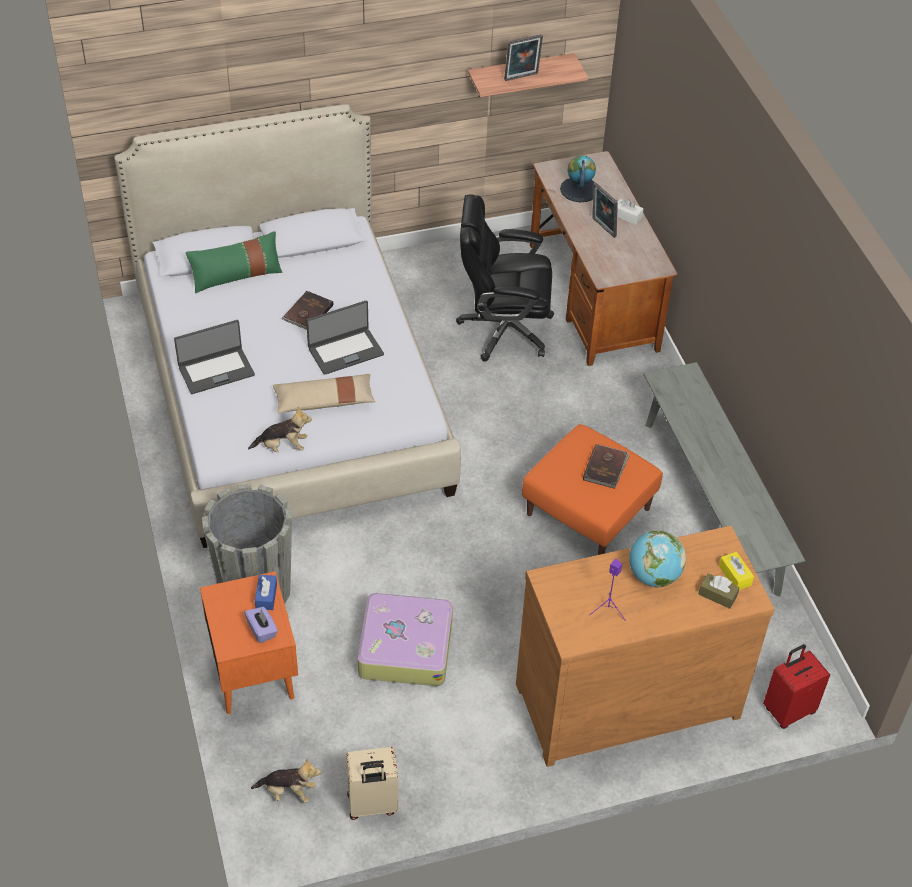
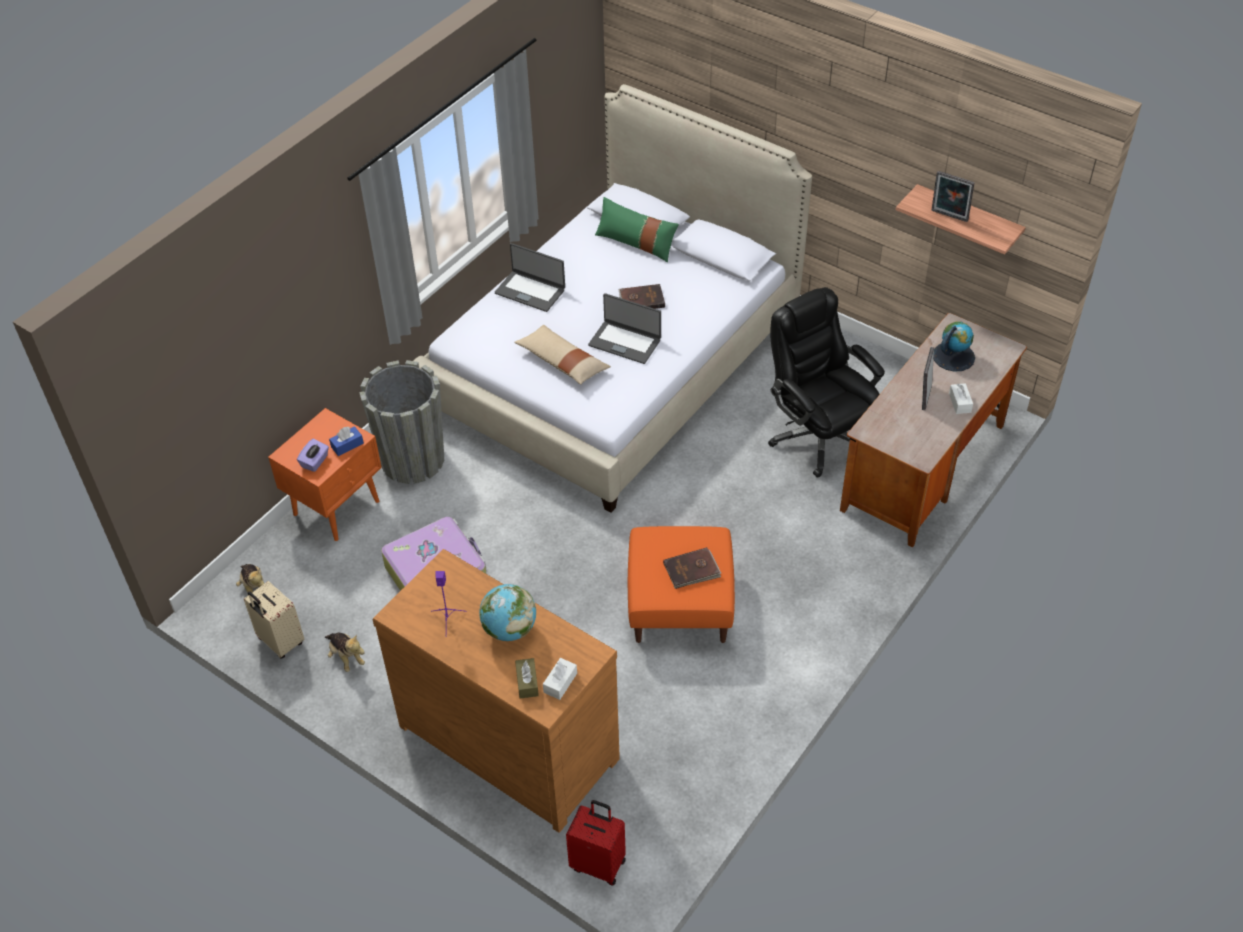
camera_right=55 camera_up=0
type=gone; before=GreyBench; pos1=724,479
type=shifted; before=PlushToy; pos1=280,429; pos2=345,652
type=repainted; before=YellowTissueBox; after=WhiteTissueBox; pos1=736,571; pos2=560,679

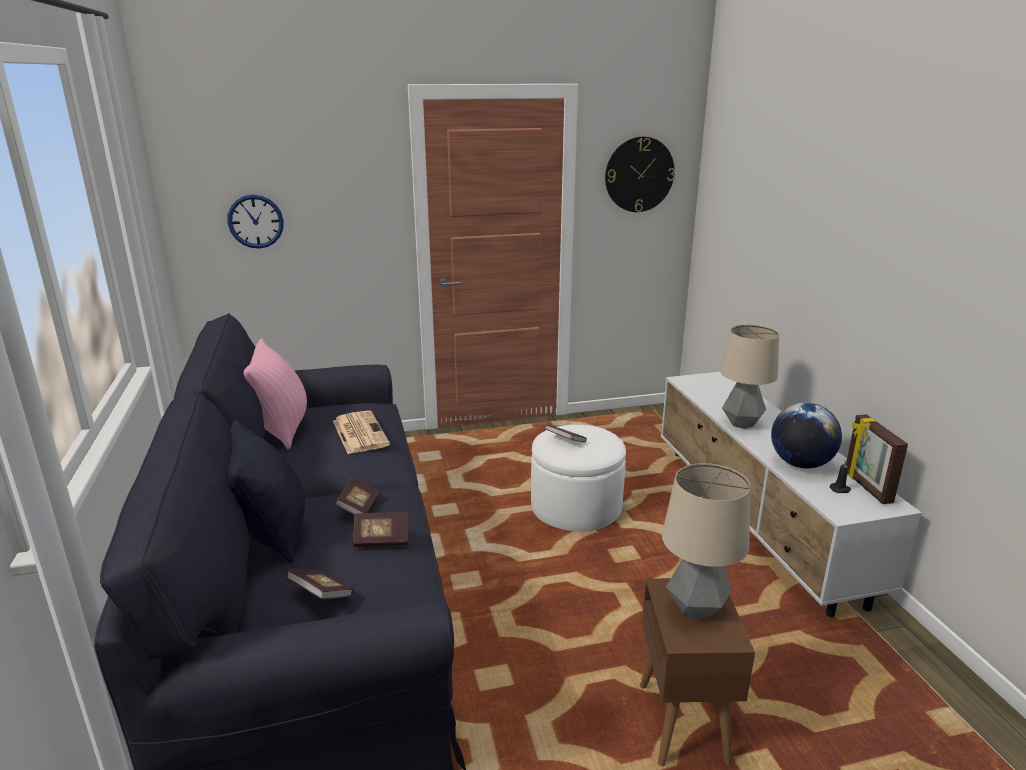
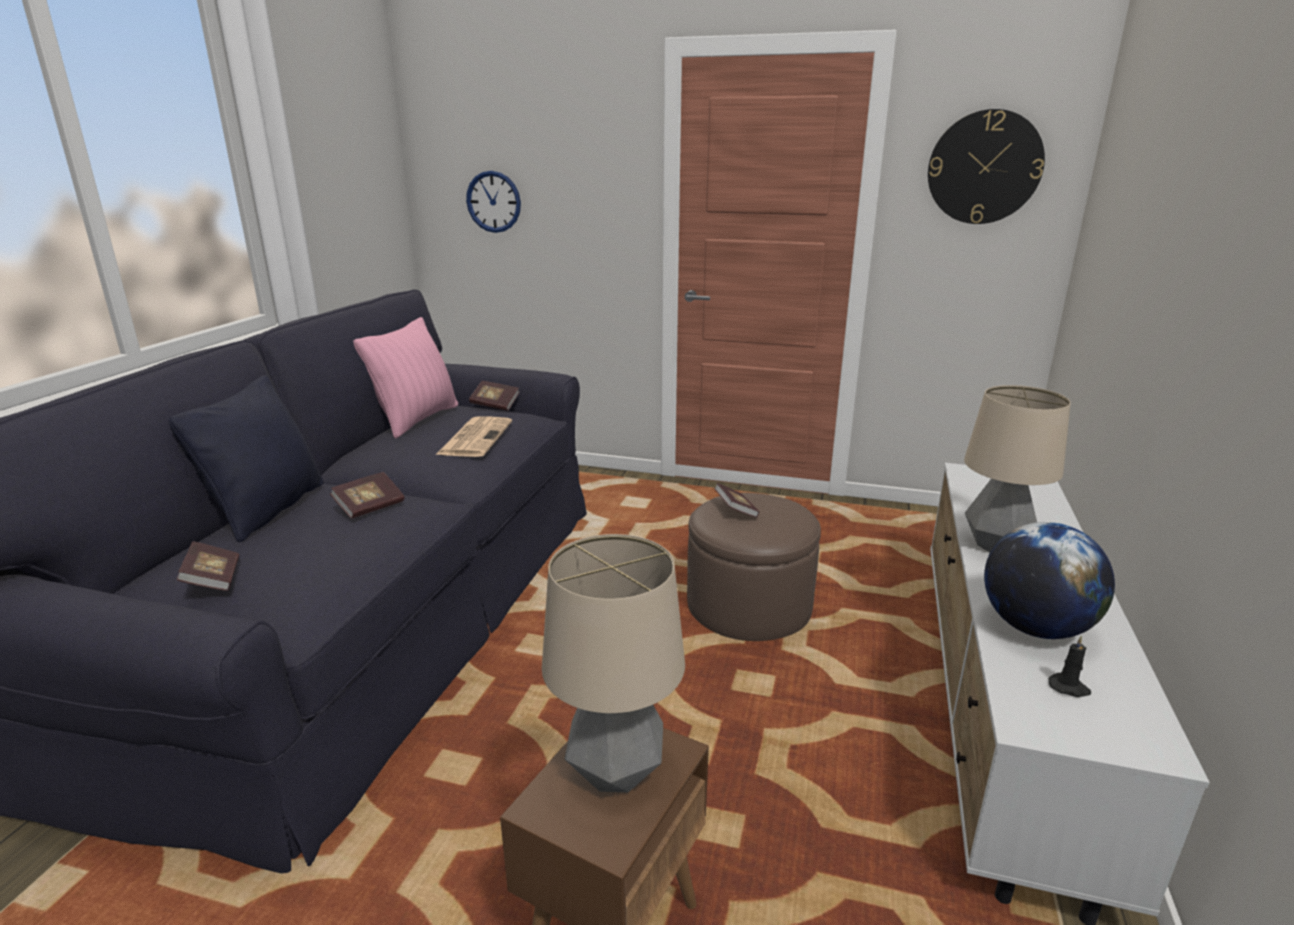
camera_right=30 camera_up=0
type=gone; before=PictureFrame; pos1=877,459
type=repainted; before=WhiteOttoman; after=BrownOttoman; pos1=578,478; pos2=754,567
type=shifted; before=Book; pos1=380,529; pos2=494,396

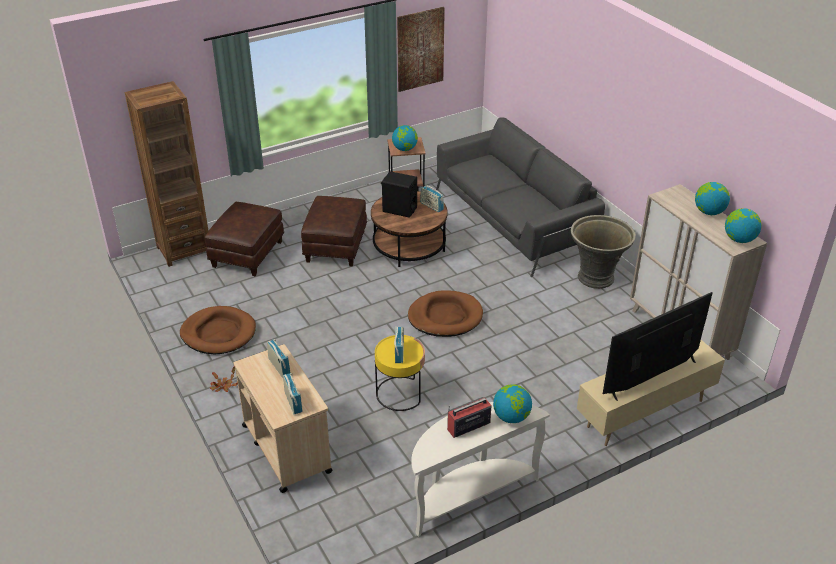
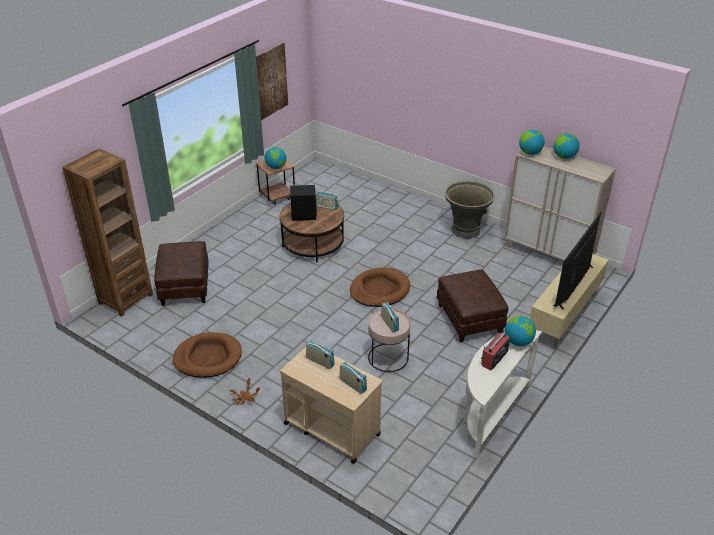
camera_right=-25 camera_up=0
type=gone; before=GreySofa; pos1=520,197
type=shifted; before=BrownOttoman; pos1=334,231; pos2=472,305
type=shifted; before=Globe; pos1=743,225; pos2=532,142
type=repainted; before=YellowSideTable; after=PinkSideTable; pos1=400,373; pos2=389,340

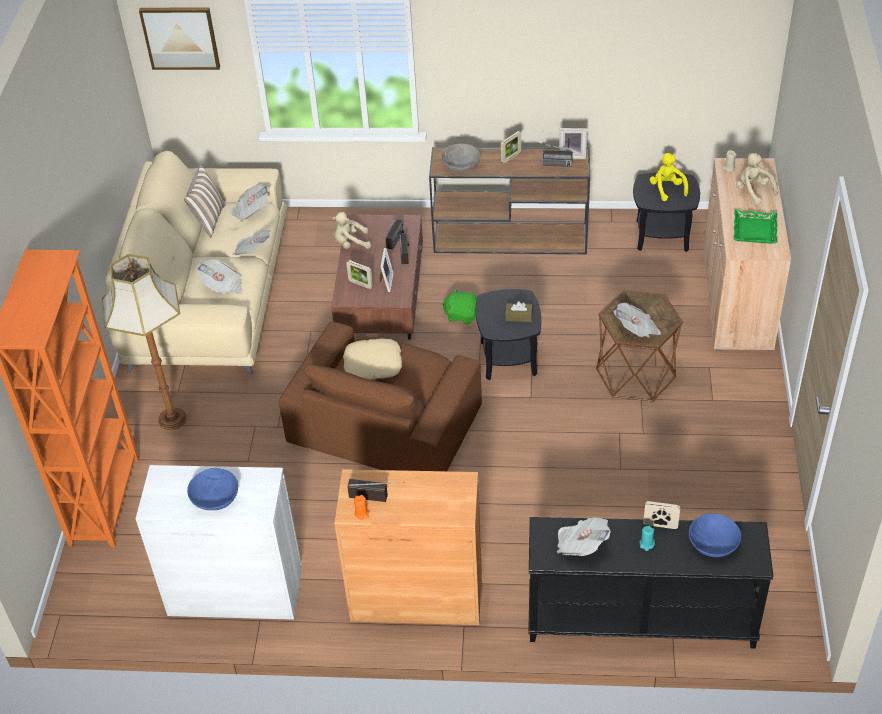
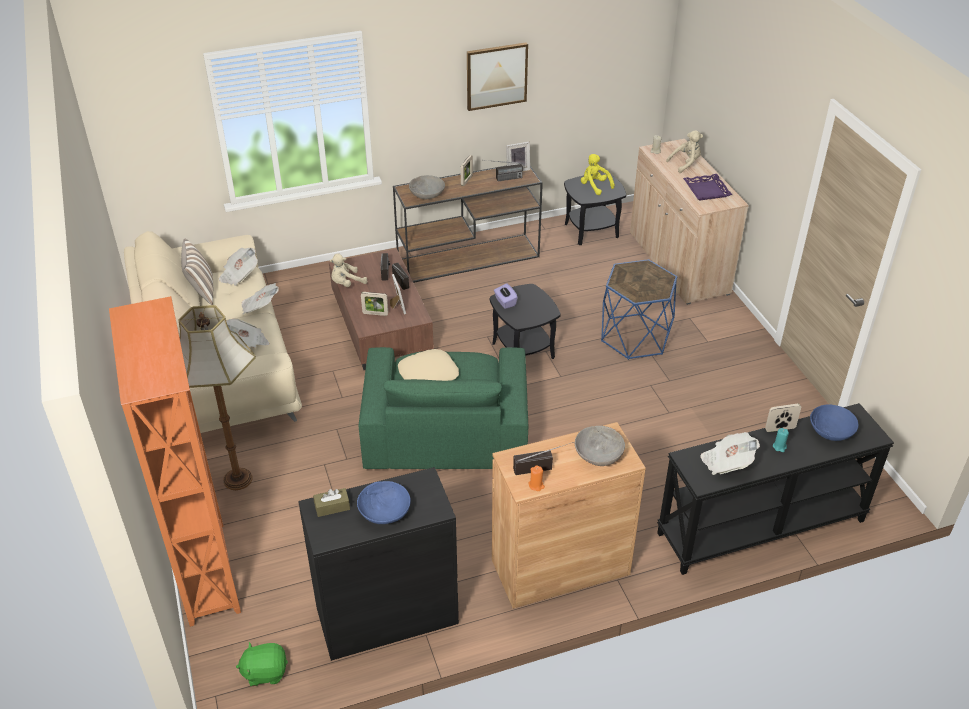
camera_right=-25 camera_up=-5
type=shifted; before=Picture; pos1=179,38; pos2=497,76
type=rotated; before=BeigePlushToy; pos1=757,179; pos2=684,151; turn=120
type=repainted; before=GreenTray; after=PurpleTray; pos1=755,227; pos2=707,187
type=shifted; before=GreenPlushToy; pos1=459,306; pos2=262,664
type=repainted; before=BrownSideTable; after=BlueSideTable; pos1=639,346; pos2=639,309
type=shifted; before=BrownTissueBox; pos1=519,311; pos2=331,502
type=gone; before=Newspaper; pos1=637,320
type=repainted; before=BrownArmchair; after=GreenArmchair; pos1=380,396; pos2=443,408
type=repainted; before=WhiteCabinet; after=BlackCabinet; pos1=219,542; pos2=378,564
type=new; after=PurpleTissueBox; pos2=506,296
type=new; after=GreyBowl; pos2=600,446

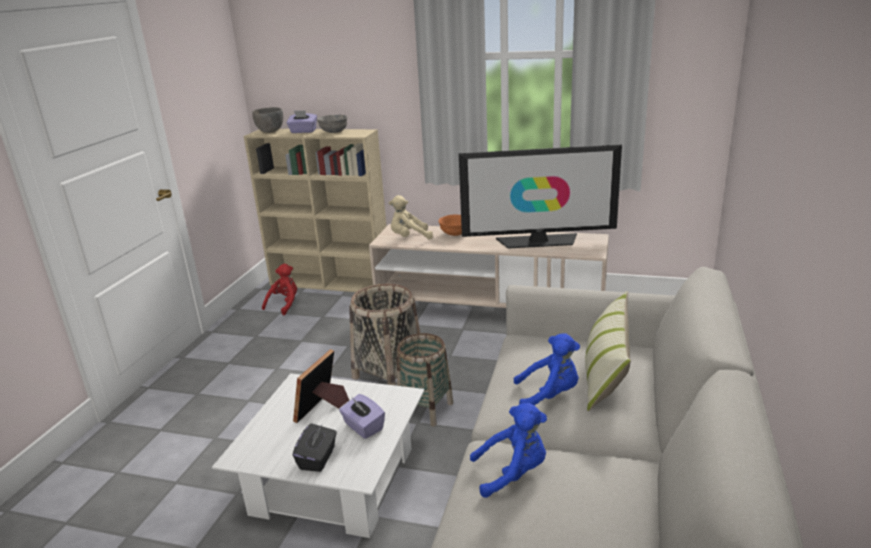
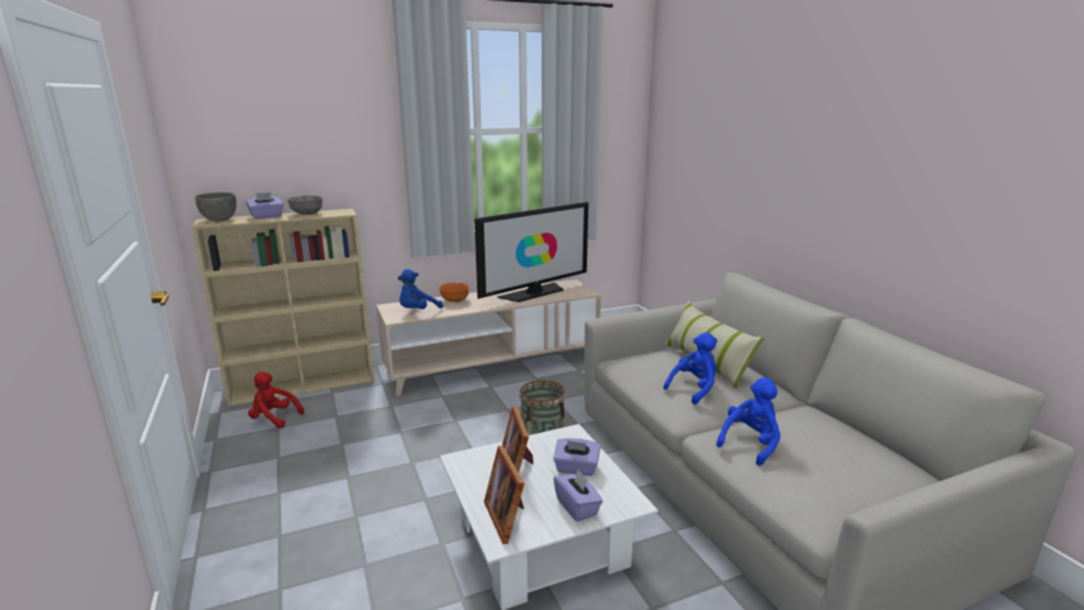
camera_right=-40 camera_up=-5
type=repainted; before=BeigePlushToy; after=BluePlushToy; pos1=411,217; pos2=420,289
type=rotated; before=RedPlushToy; pos1=279,289; pos2=276,400; turn=-60
type=gone; before=Basket; pos1=384,335
type=repainted; before=BlackTissueBox; after=PurpleTissueBox; pos1=315,447; pos2=578,495
type=new; after=PictureFrame; pos2=504,495

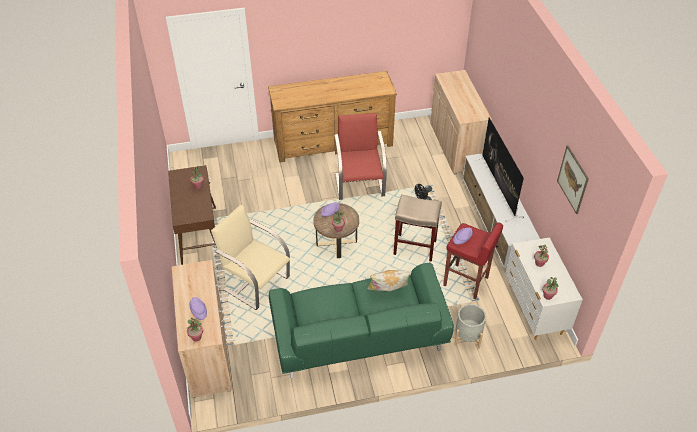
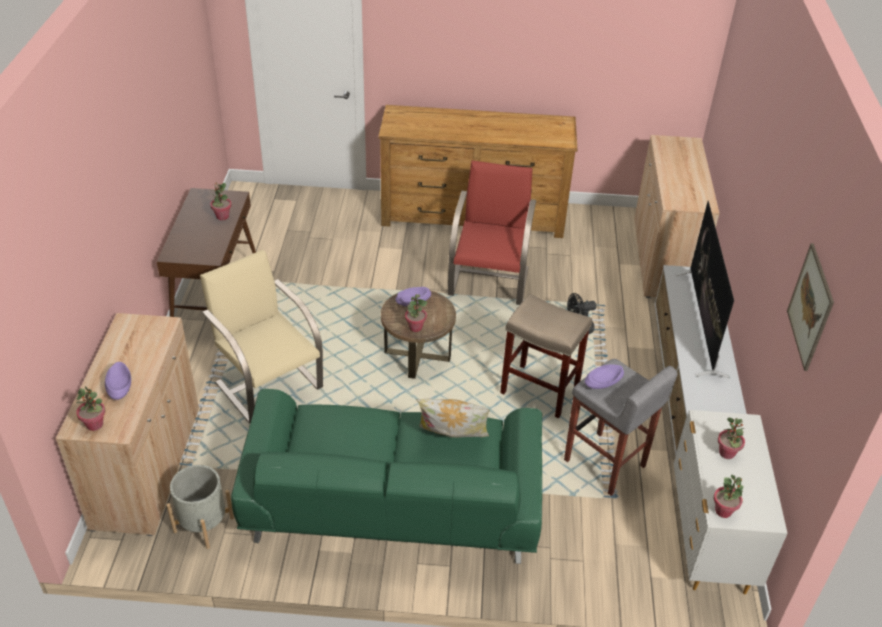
camera_right=15 camera_up=-5
type=repainted; before=RedStool; after=GreyStool; pos1=473,260; pos2=620,427
type=shifted; before=GreyPlanter; pos1=470,326; pos2=200,507

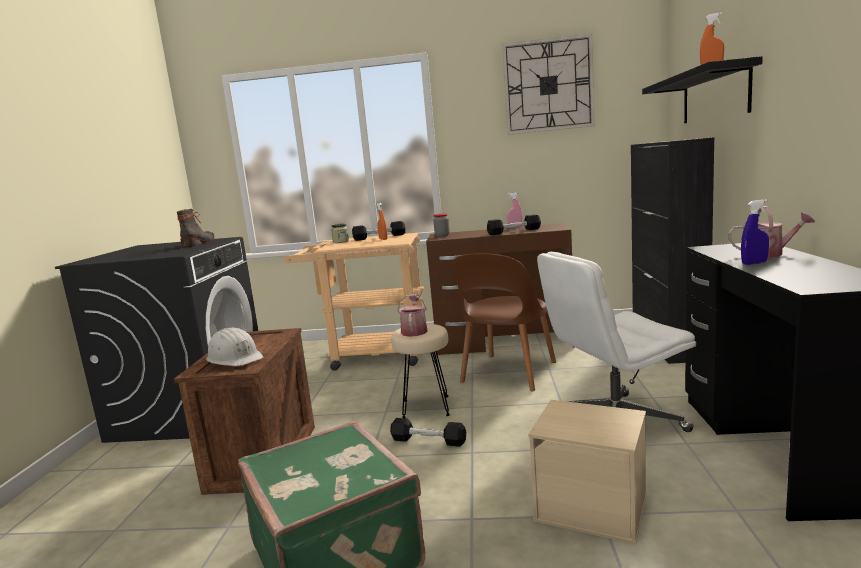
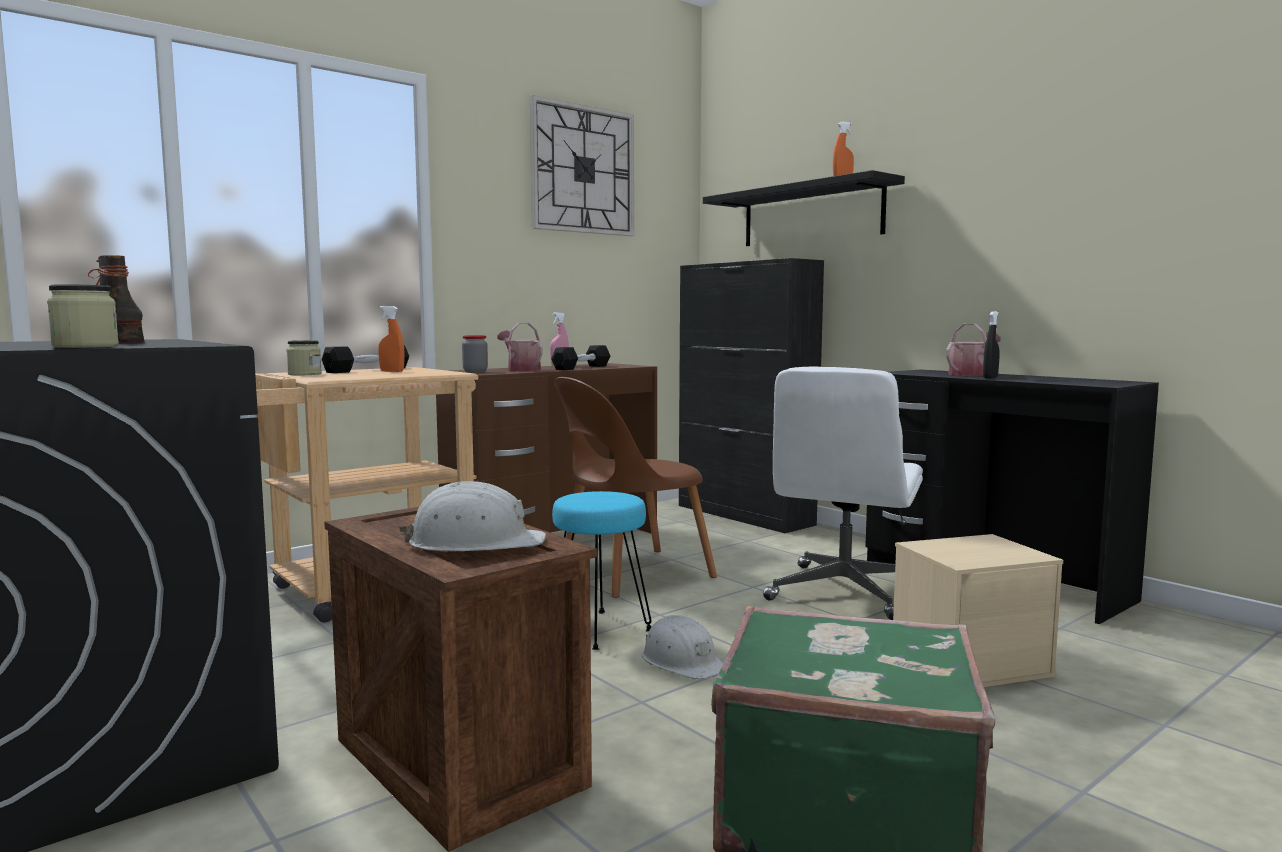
camera_right=-45 camera_up=-5
type=repainted; before=BlueSprayBottle; after=BlackSprayBottle; pos1=755,232; pos2=991,344
type=rotated; before=BrownChair; pos1=504,322; pos2=635,487; turn=75
type=shifted; before=WateringCan; pos1=412,315; pos2=520,347
type=repainted; before=BeigeStool; after=TurquoiseStool; pos1=420,371; pos2=601,570
type=swapped; before=BlackDumbbell; after=WhiteHardHat; pos1=428,432; pos2=682,647
type=new; after=Jar; pos2=83,316

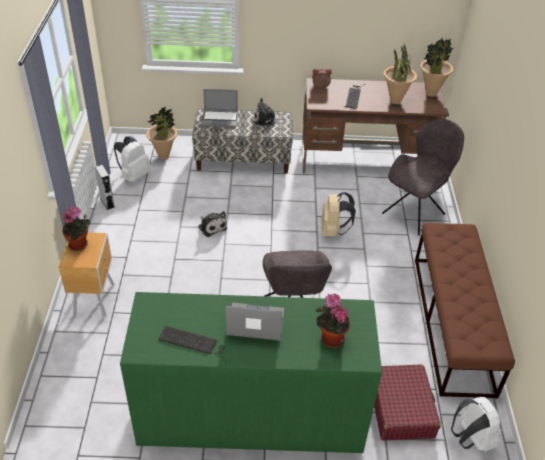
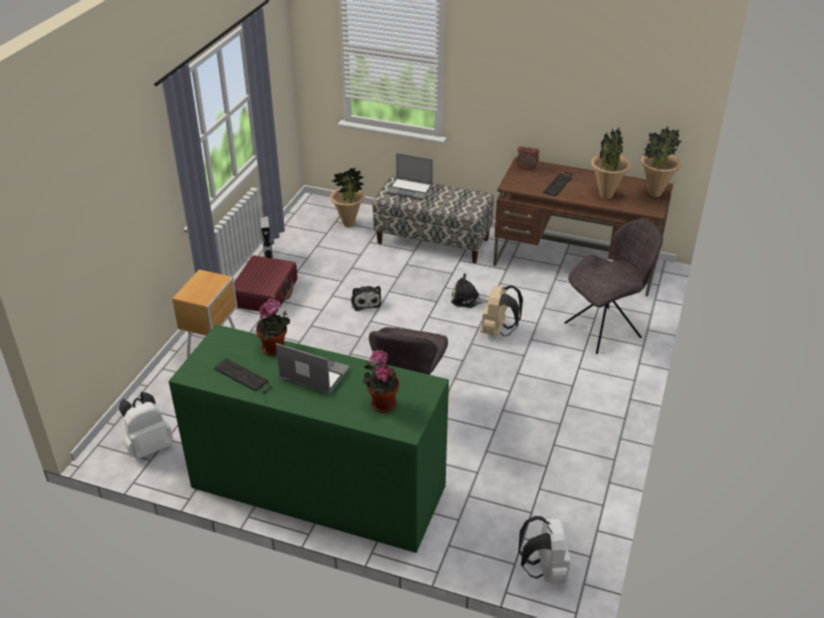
camera_right=20 camera_up=-5
type=shifted; before=PlushToy; pos1=269,112; pos2=469,290
type=shifted; before=WhiteBackpack; pos1=132,159; pos2=146,425
type=shifted; before=PottedPlant; pos1=76,229; pos2=273,326
type=gone; before=BrownBench; pos1=465,311
type=shifted; before=RedSuitcase; pos1=407,402; pos2=265,284

